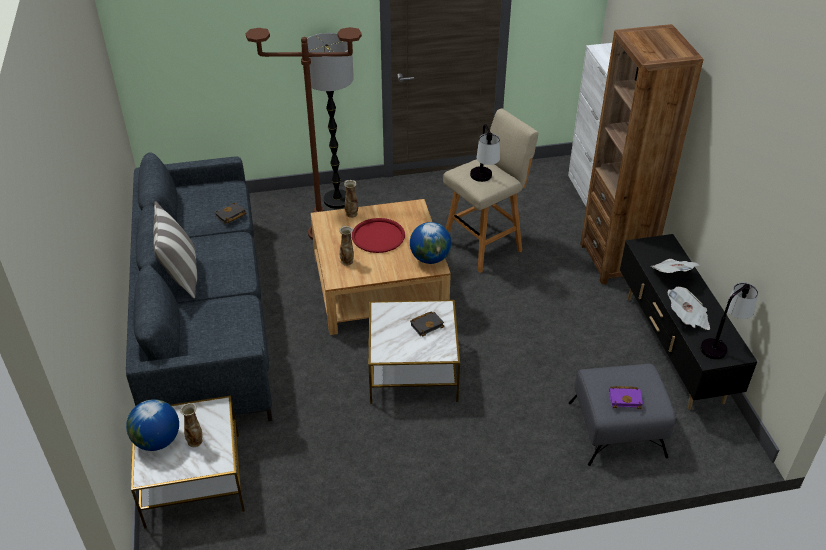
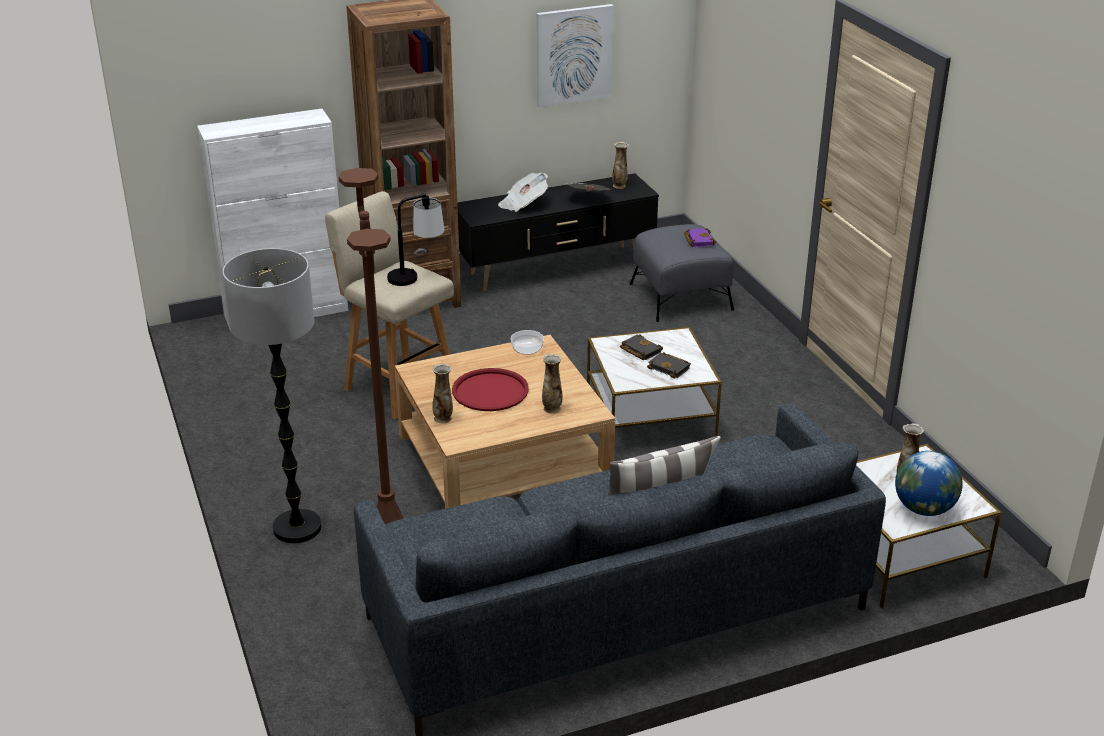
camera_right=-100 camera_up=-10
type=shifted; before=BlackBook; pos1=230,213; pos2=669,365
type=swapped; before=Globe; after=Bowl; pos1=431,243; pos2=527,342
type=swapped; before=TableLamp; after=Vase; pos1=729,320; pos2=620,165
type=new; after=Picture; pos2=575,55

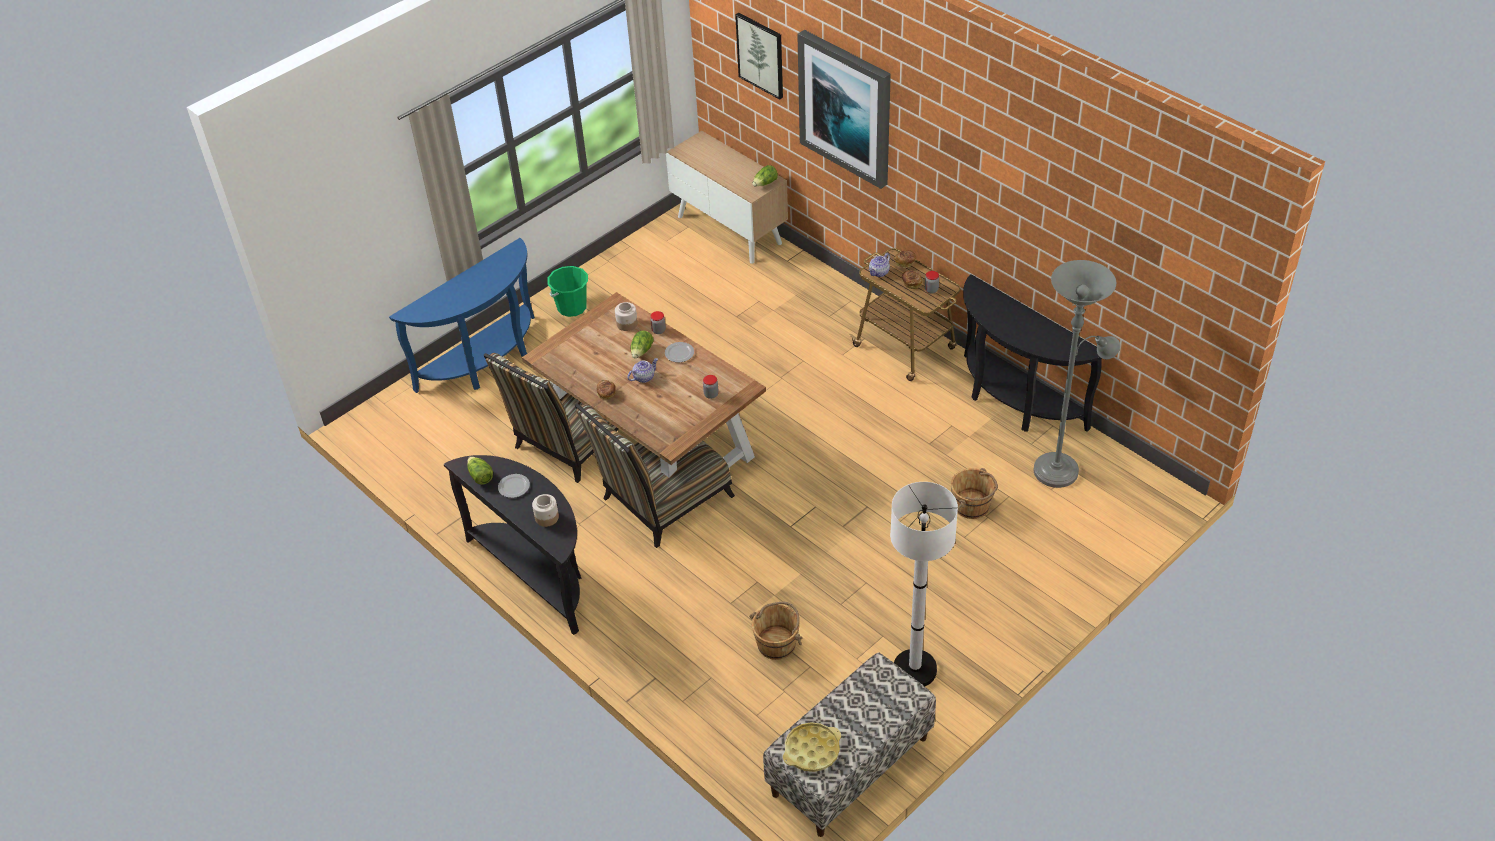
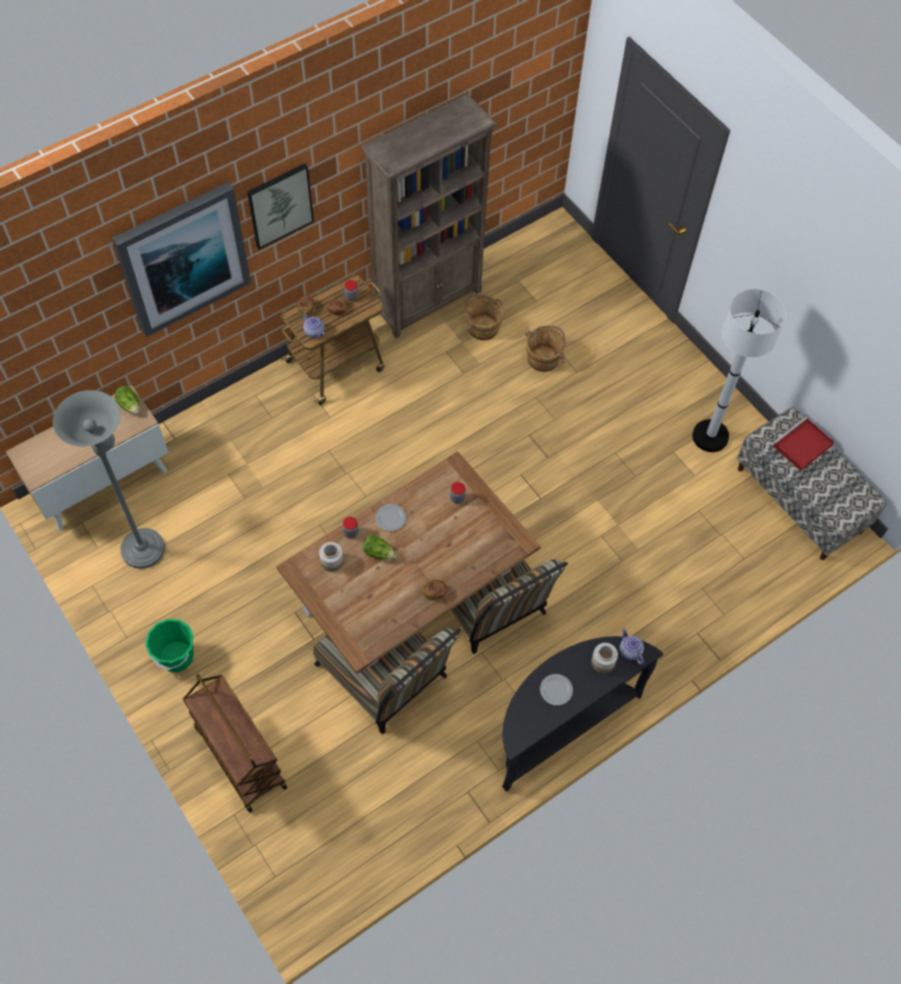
camera_right=-85 camera_up=15
type=shifted; before=Picture; pos1=759,56; pos2=280,206
type=swapped; before=BlueConsoleTable; after=BrownCart; pos1=462,315; pos2=235,743
type=shifted; before=GreyFloorLamp; pos1=1077,374; pos2=109,479
type=swapped; before=BlackConsoleTable; after=BrownBookcase; pos1=1032,353; pos2=429,216
type=shifted; before=Teapot; pos1=642,370; pos2=632,646
type=gone; before=Lettuce; pos1=480,471
type=shifted; before=BrownBucket; pos1=776,631; pos2=484,317
type=gone; before=YellowTray; pos1=812,747
type=new; after=RedTray; pos2=803,444

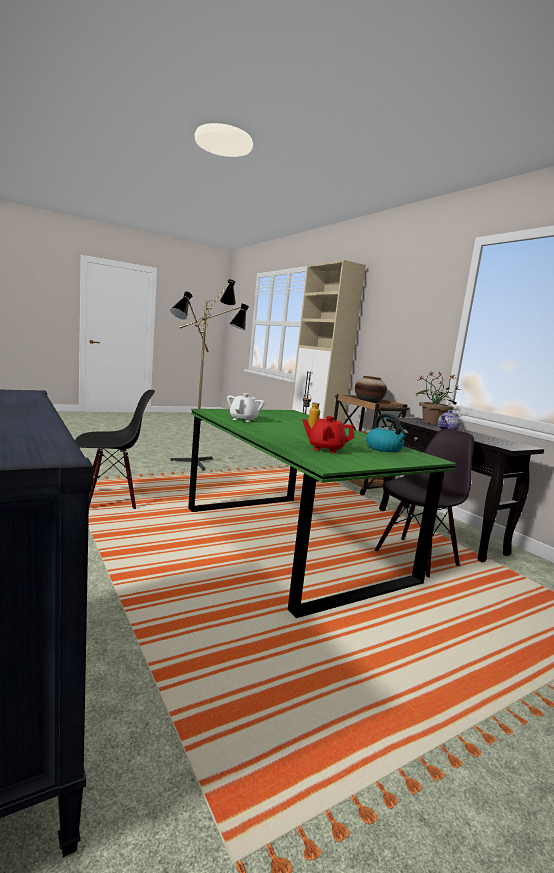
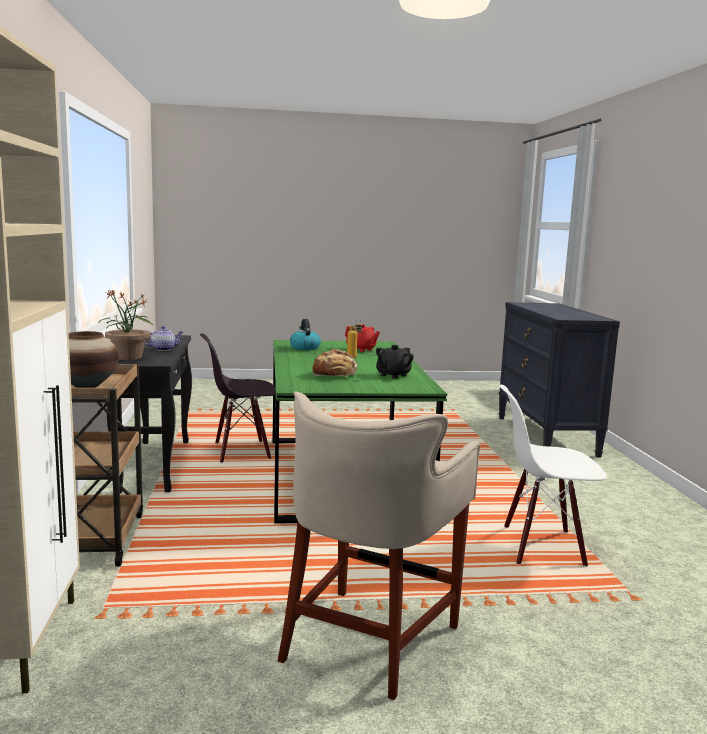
camera_right=-155 camera_up=0
type=swapped; before=FloorLamp; after=BeigeStool; pos1=209,375; pos2=379,546
type=repainted; before=BlackChair; after=WhiteChair; pos1=115,449; pos2=553,476
type=repainted; before=WhiteTeapot; after=BlackTeapot; pos1=246,407; pos2=395,362
type=new; after=Bread; pos2=334,363

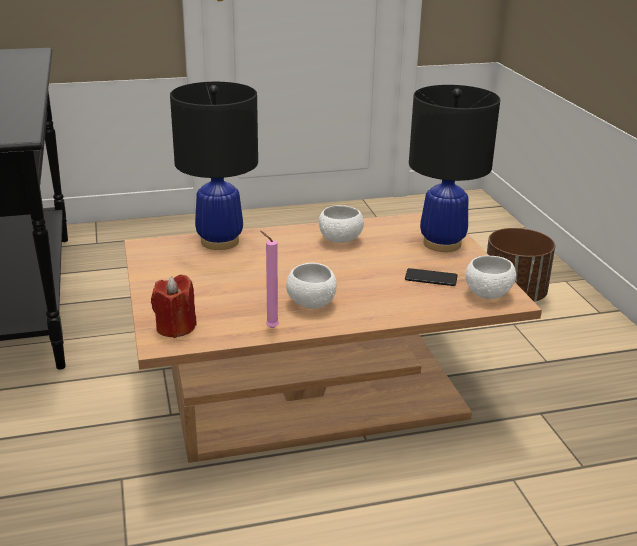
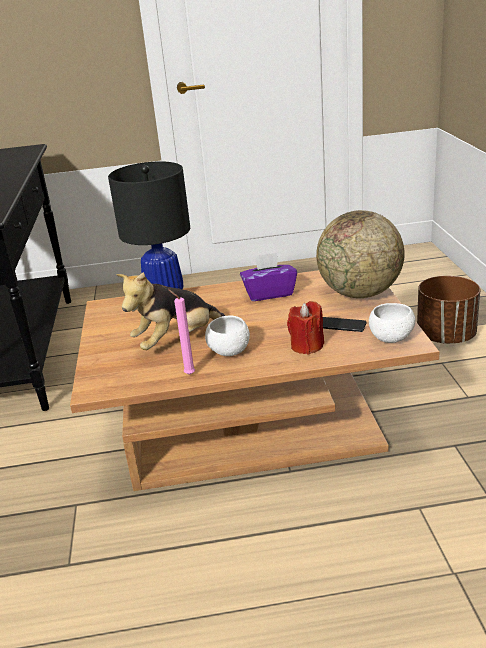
camera_right=10 camera_up=0
type=swapped; before=BlackTableLamp; after=Globe; pos1=454,168; pos2=360,254
type=swapped; before=WhiteBowl; after=PurpleTissueBox; pos1=341,224; pos2=268,276
type=shifted; before=RedCandle; pos1=174,306; pos2=305,328
type=new; after=PlushToy; pos2=170,311

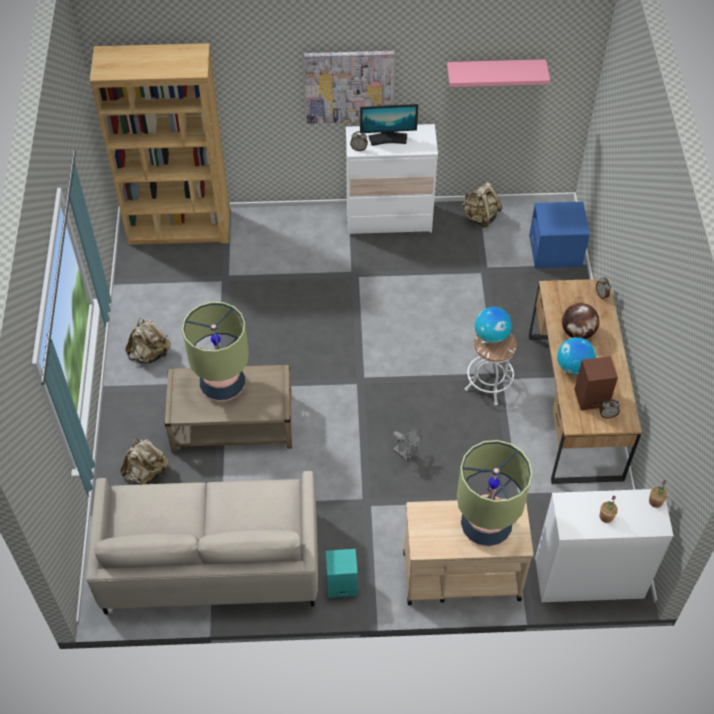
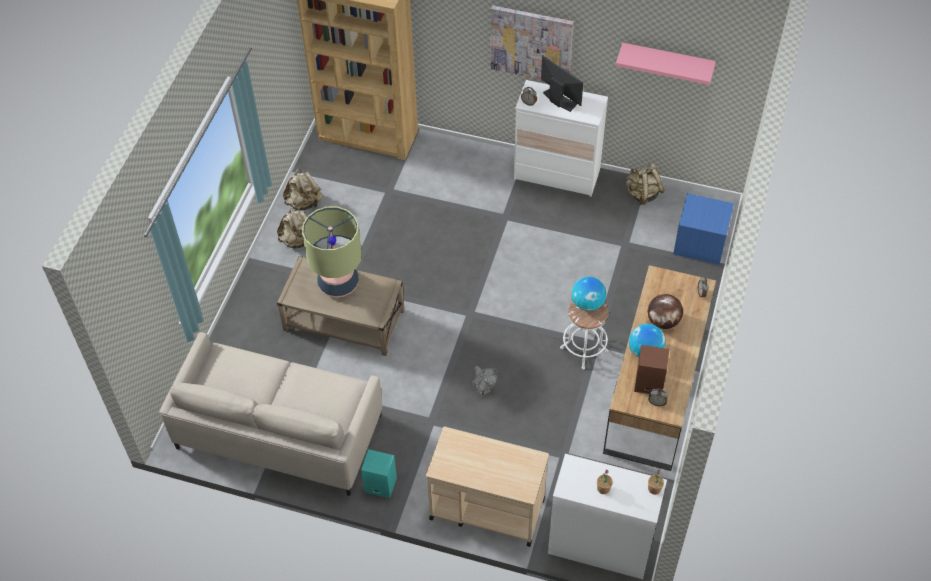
camera_right=20 camera_up=0
type=rotated; before=Monitor; pos1=389,125; pos2=562,83; turn=-150
type=shifted; before=BeigeBackpack; pos1=144,461; pos2=303,189
type=gone; before=TableLamp; pos1=494,493

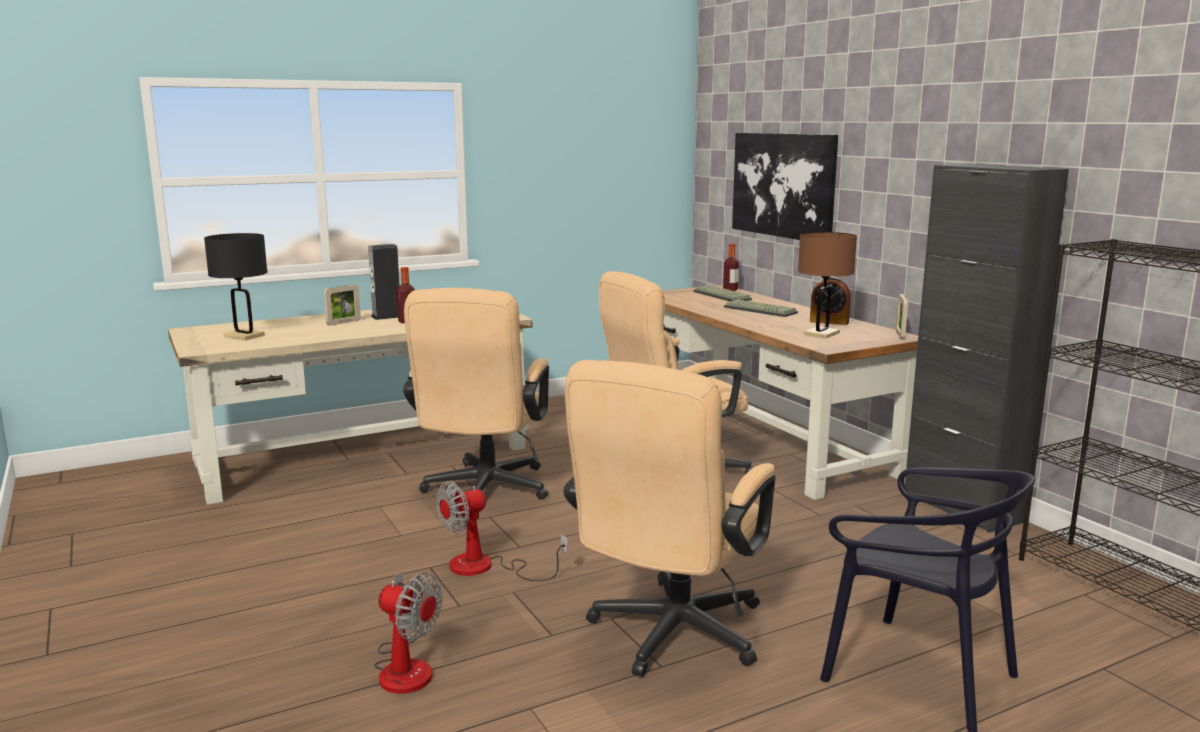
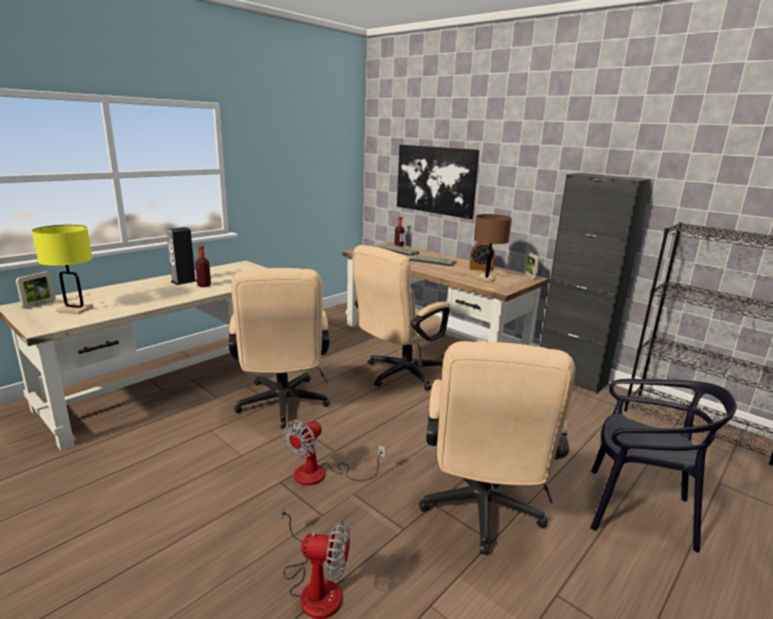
camera_right=-20 camera_up=5
type=repainted; before=BlackTableLamp; after=YellowTableLamp; pos1=235,286; pos2=63,269
type=shifted; before=PictureFrame; pos1=342,304; pos2=35,290

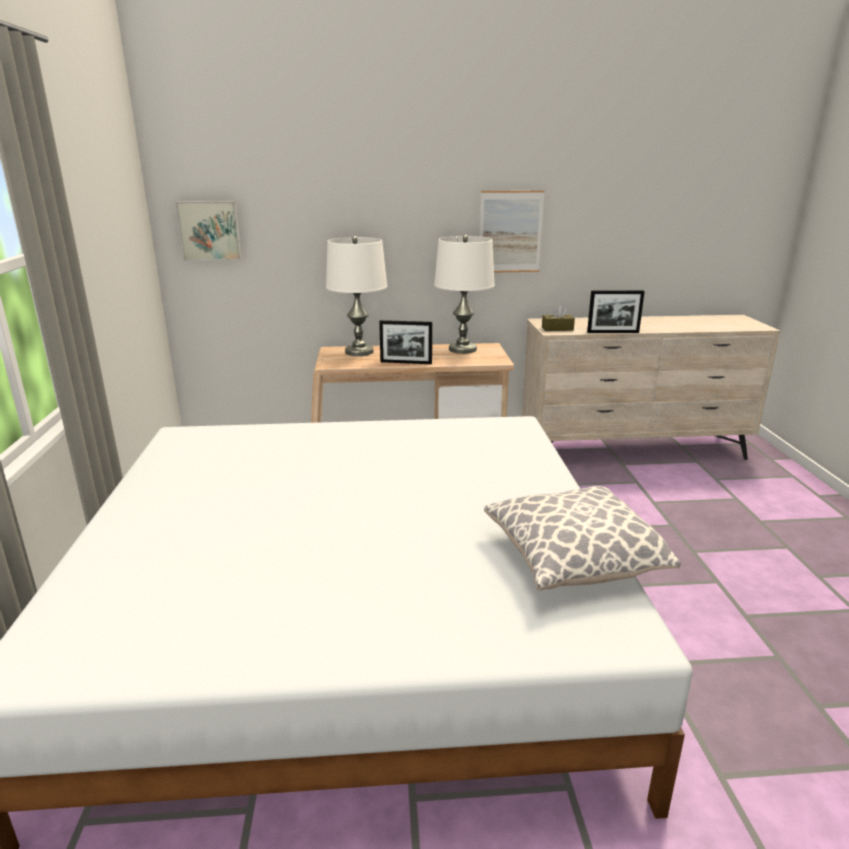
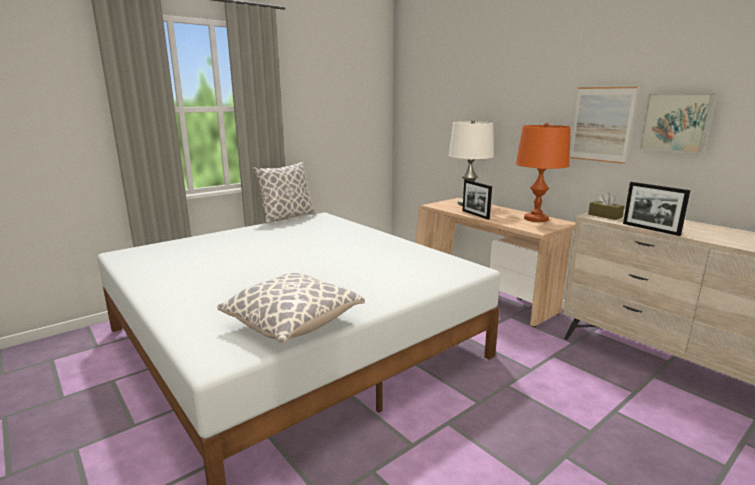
camera_right=55 camera_up=-5
type=shifted; before=Picture; pos1=209,231; pos2=678,123
type=repainted; before=WhiteTableLamp; after=OrangeTableLamp; pos1=464,294; pos2=543,172
type=new; after=Pillow; pos2=284,193

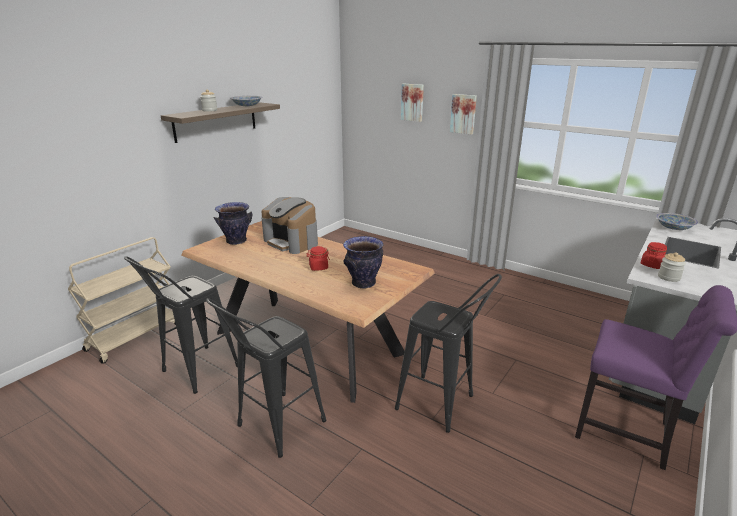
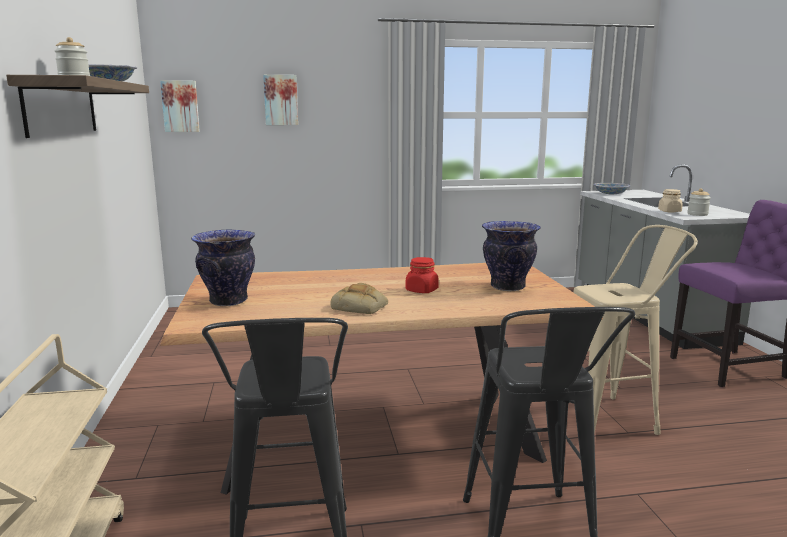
camera_right=-45 camera_up=-10
type=shifted; before=Picture; pos1=463,114; pos2=180,106
type=gone; before=CoffeeMachine; pos1=289,225
type=repainted; before=RedJar; after=BeigeJar; pos1=654,255; pos2=670,201
type=repainted; before=BlackStool; after=BeigeStool; pos1=448,353; pos2=635,330
type=new; after=Bread; pos2=359,298

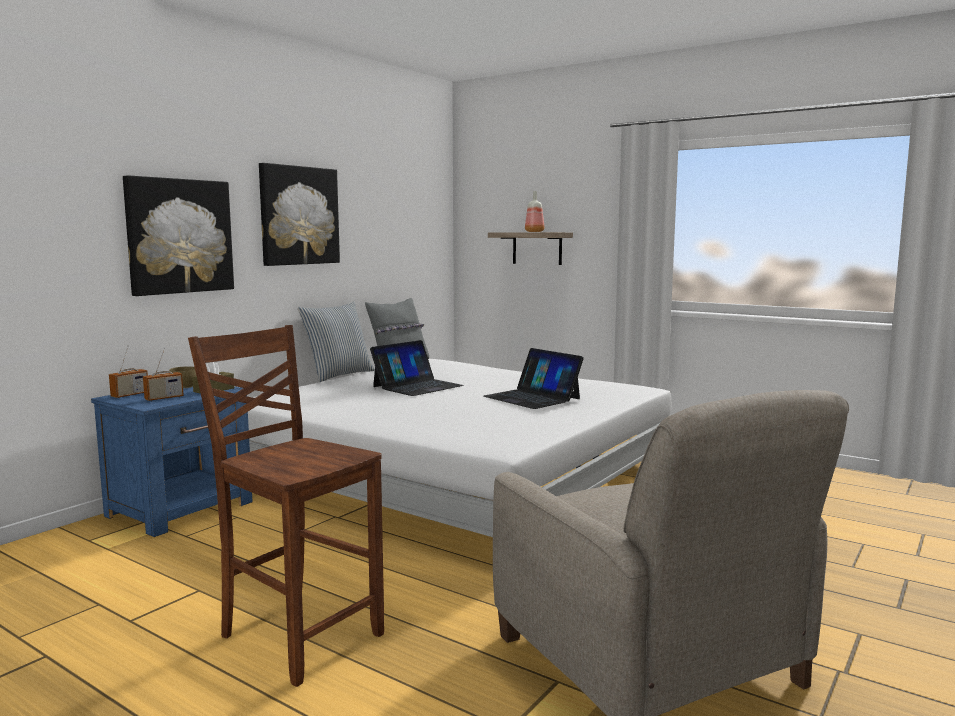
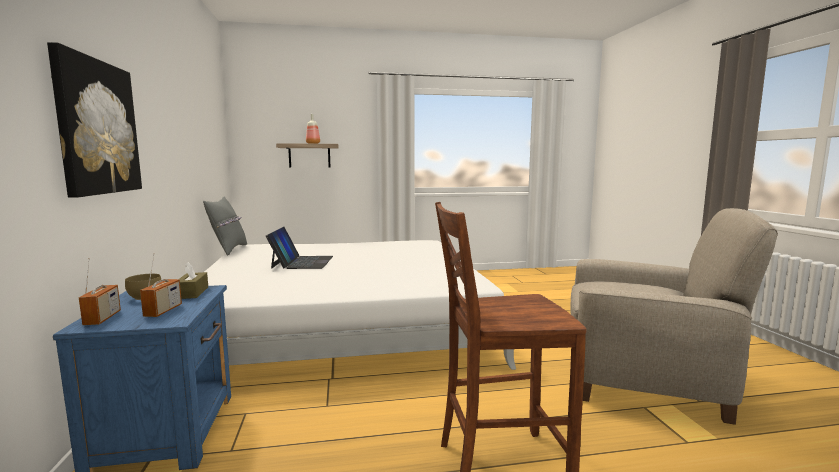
camera_right=-45 camera_up=0
type=gone; before=Picture; pos1=299,214
type=gone; before=Pillow; pos1=336,341
type=gone; before=Laptop; pos1=534,378

